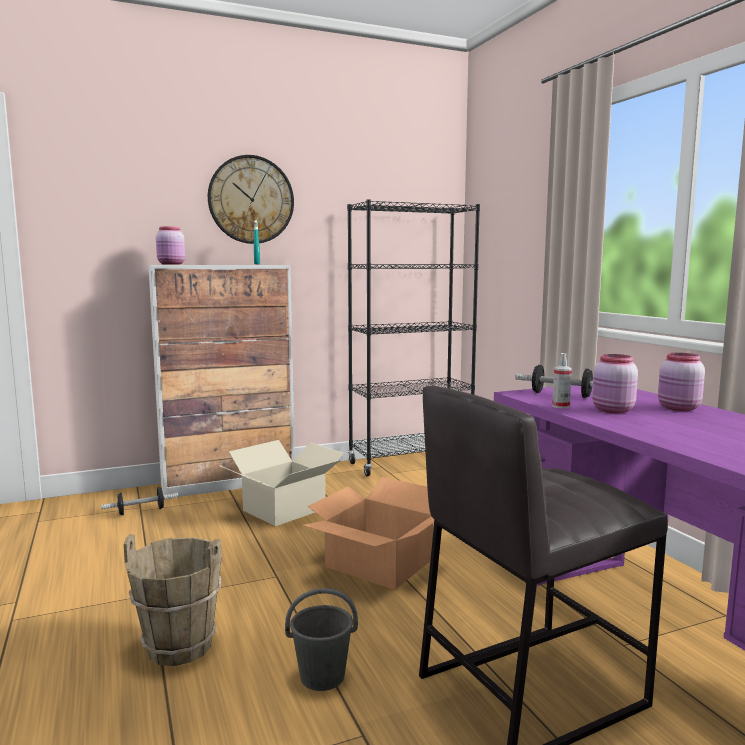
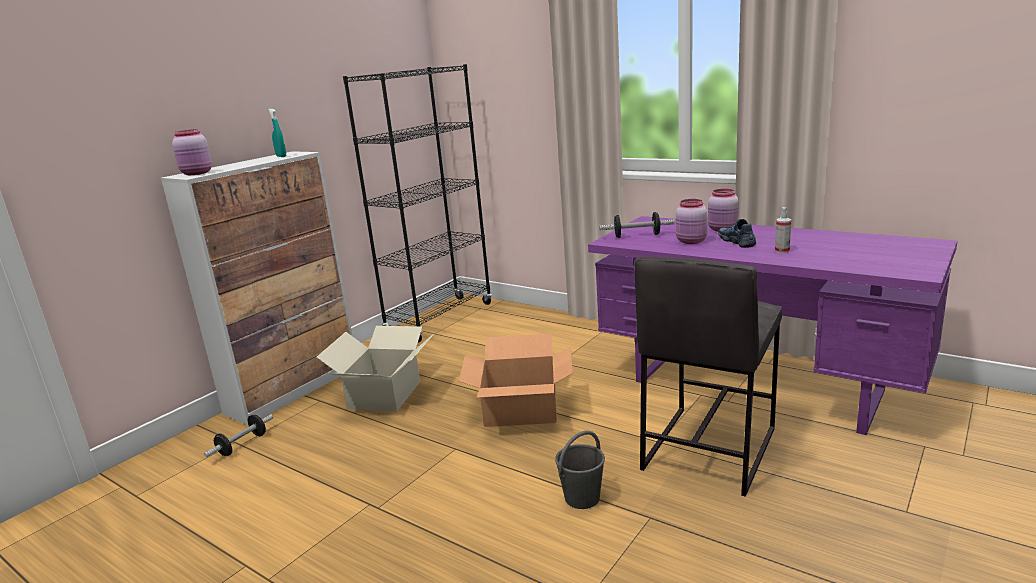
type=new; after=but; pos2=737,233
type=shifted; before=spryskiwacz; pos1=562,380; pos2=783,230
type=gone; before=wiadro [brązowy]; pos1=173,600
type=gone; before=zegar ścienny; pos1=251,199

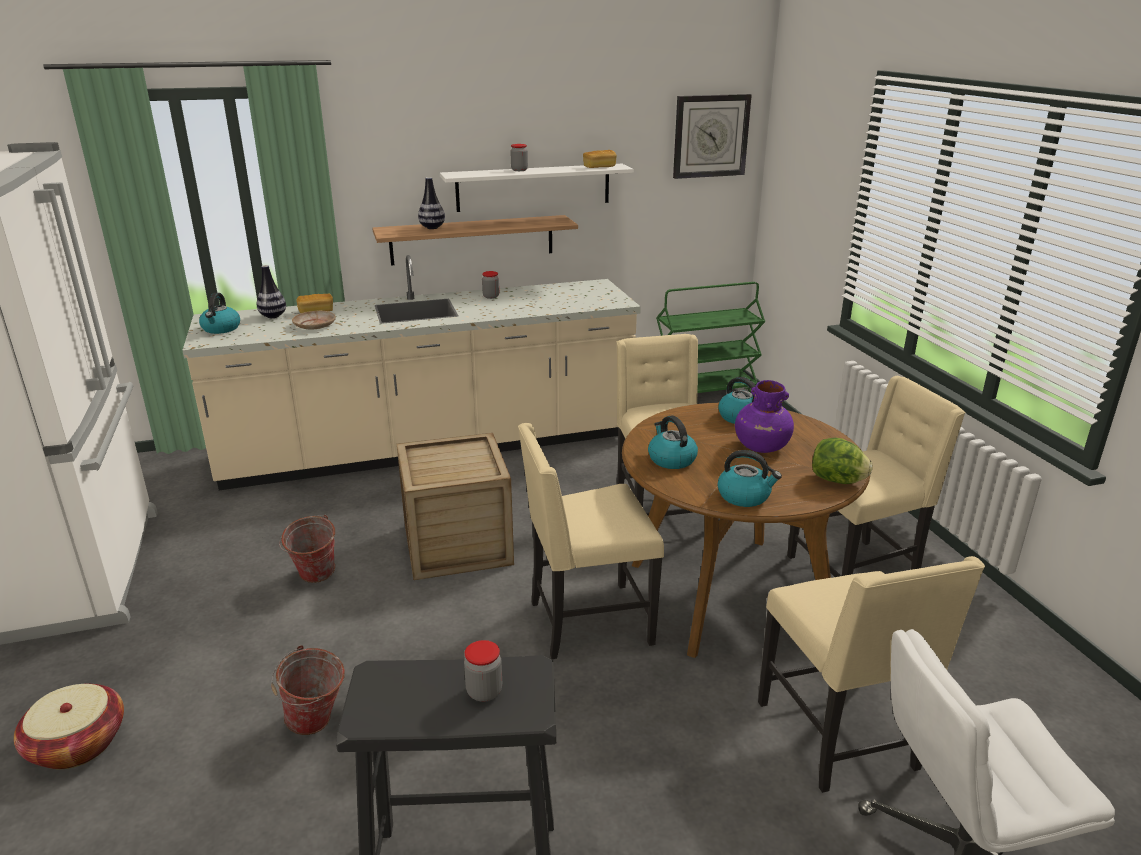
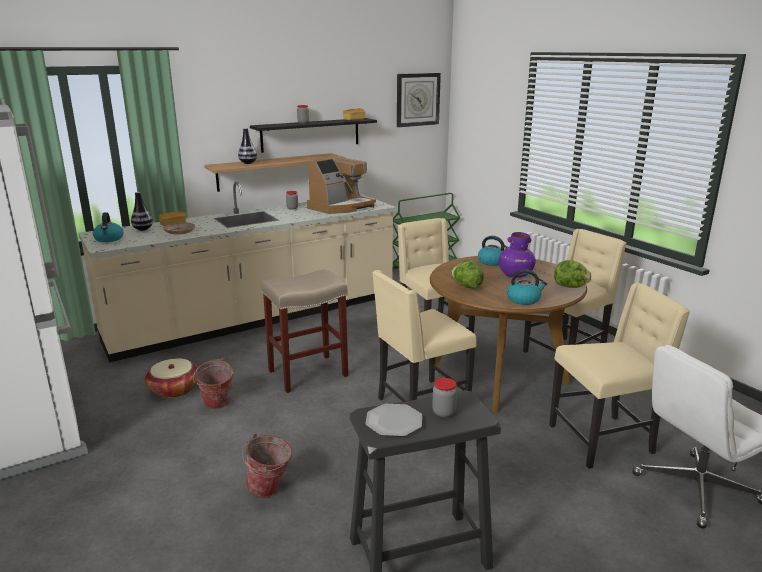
type=shifted; before=koszyk; pos1=69,726; pos2=171,378
type=repainted; before=półka [biały]; after=półka [czarny]; pos1=537,188; pos2=313,135
type=swapped; before=skrzynka; after=stołek [beżowy]; pos1=455,506; pos2=304,331
type=new; after=ekspres do kawy; pos2=341,185
type=new; after=talerz; pos2=393,420
type=swapped; before=czajnik; after=sałata; pos1=673,442; pos2=468,274
type=rotated; before=krzesło [beżowy]; pos1=871,674; pos2=619,376; turn=-75

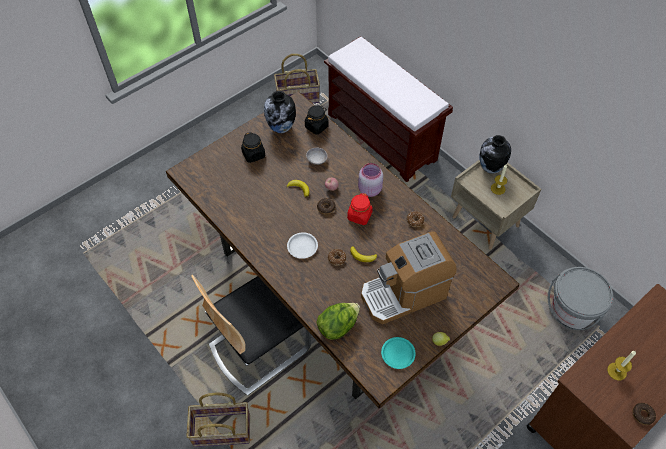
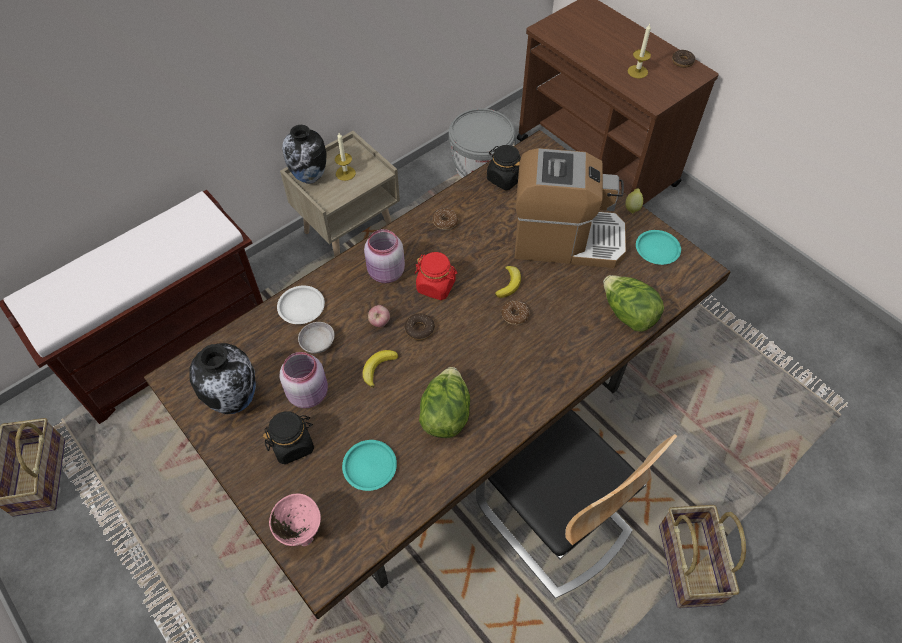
type=new; after=miska [różowy]; pos2=295,519
type=shifted; before=talerz [biały]; pos1=302,245; pos2=301,305
type=new; after=słoik [różowy]; pos2=304,380
type=new; after=talerz [turkusowy]; pos2=369,465
type=new; after=sałata; pos2=444,402
type=shifted; before=słoik [czarny]; pos1=317,120; pos2=504,167
type=rotated; before=ekspres do kawy; pos1=409,278; pos2=570,208; turn=-60

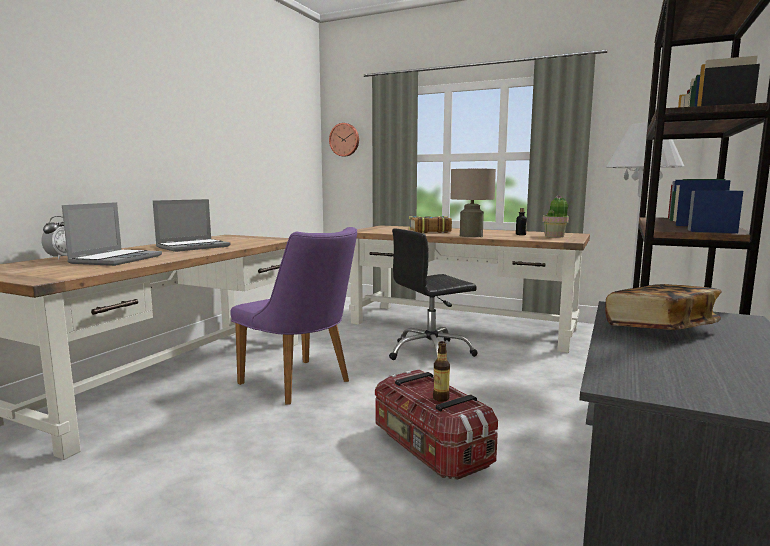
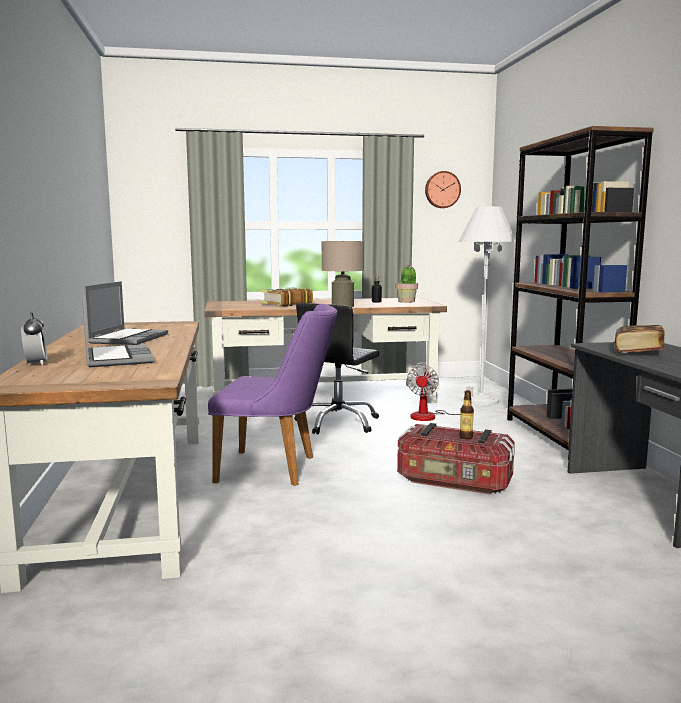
type=new; after=wentylator; pos2=440,393
type=shifted; before=zegar ścienny; pos1=344,140; pos2=443,189

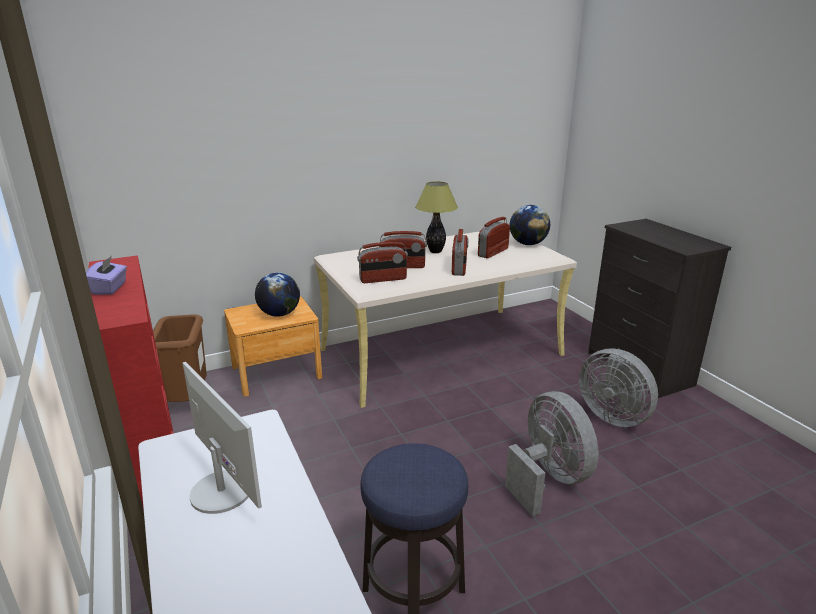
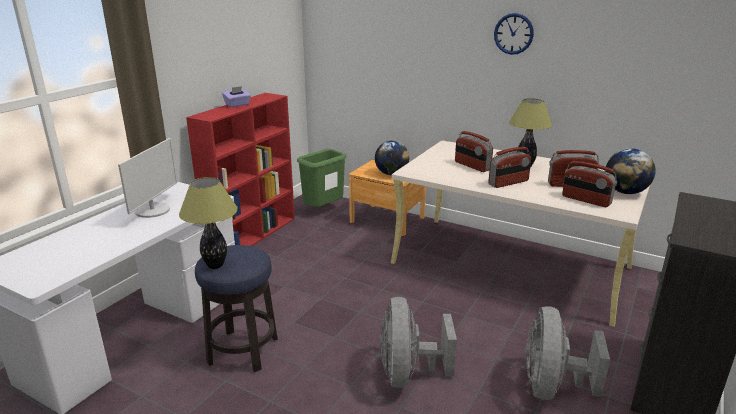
type=new; after=lampa stołowa; pos2=208,223
type=repainted; before=kosz na śmieci [brązowy]; after=kosz na śmieci [zielony]; pos1=180,358; pos2=321,178
type=rotated; before=wentylator [szary]; pos1=552,453; pos2=418,342; turn=150
type=new; after=zegar ścienny; pos2=514,34
type=shifted; before=radio; pos1=382,262; pos2=589,184

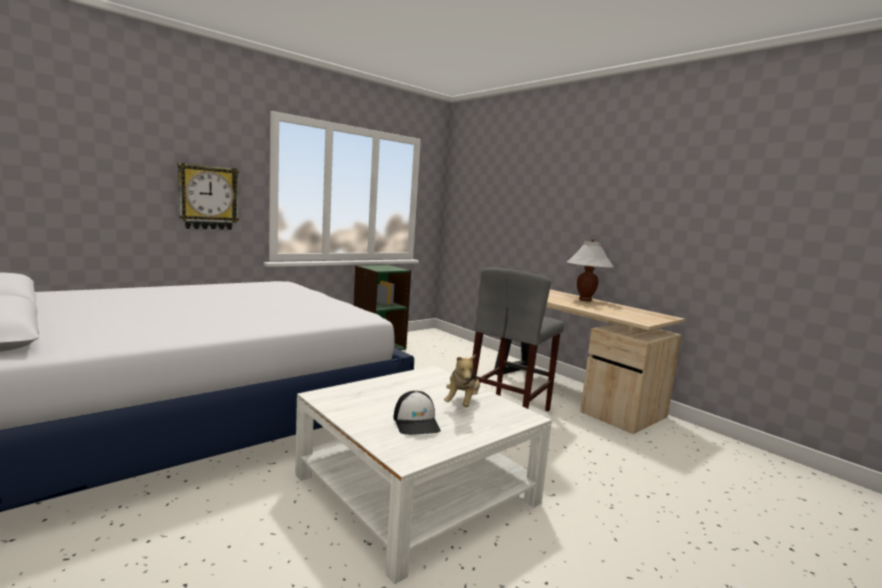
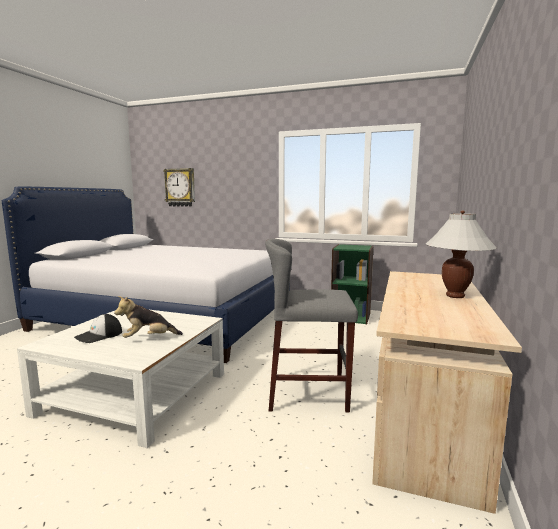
type=shifted; before=zegar ścienny; pos1=208,196; pos2=179,187

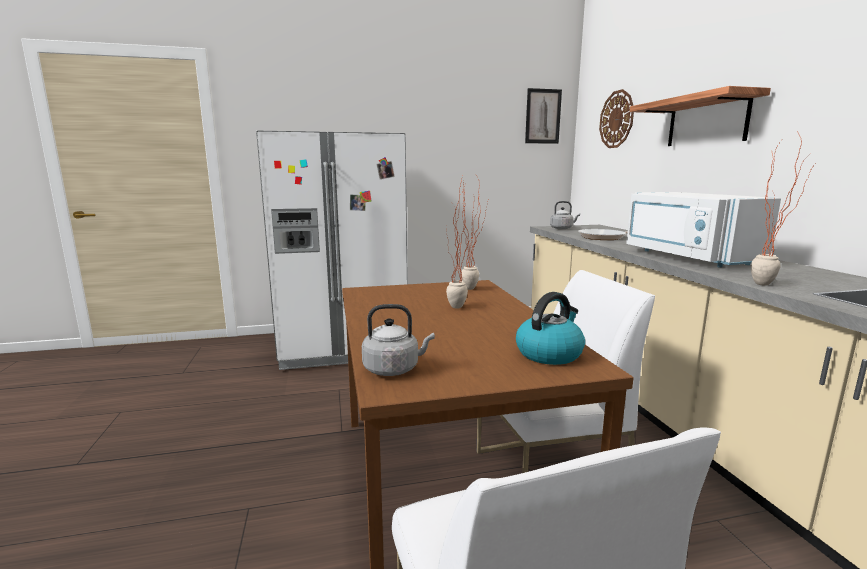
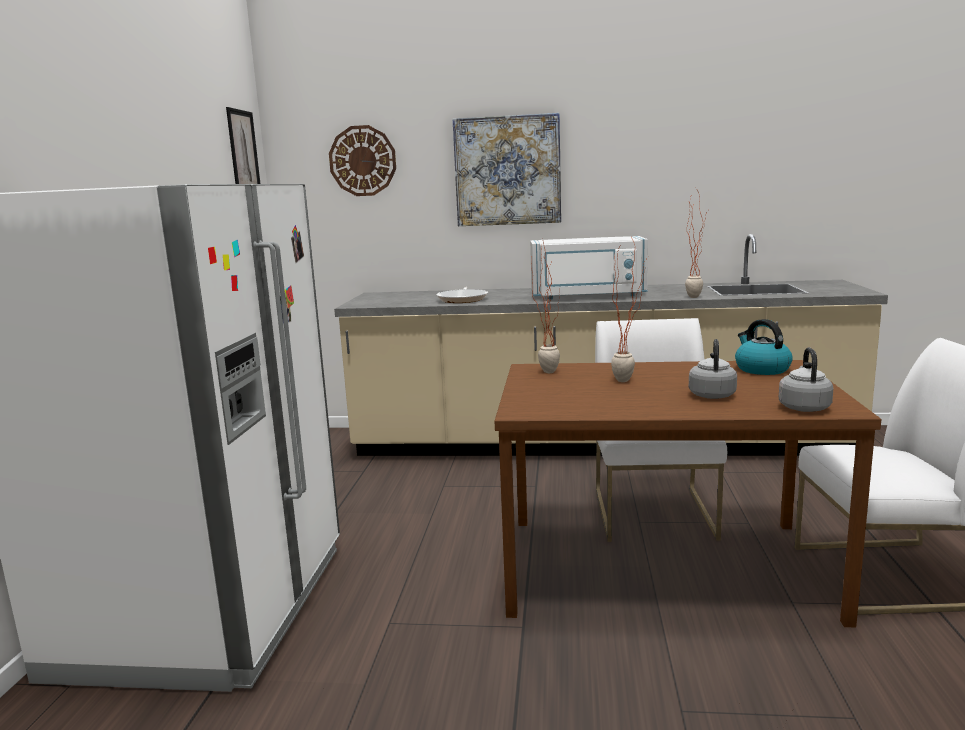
type=swapped; before=półka; after=obraz; pos1=700,116; pos2=507,169
type=shifted; before=czajnik [szary]; pos1=565,215; pos2=713,369

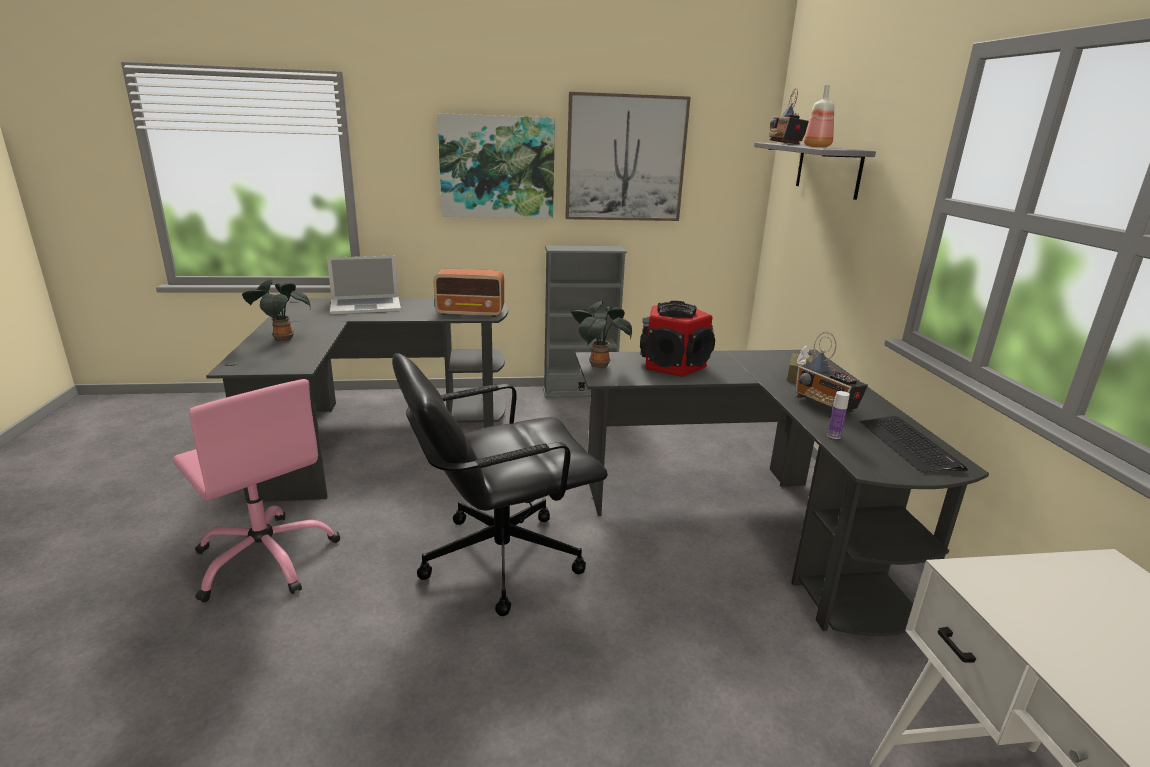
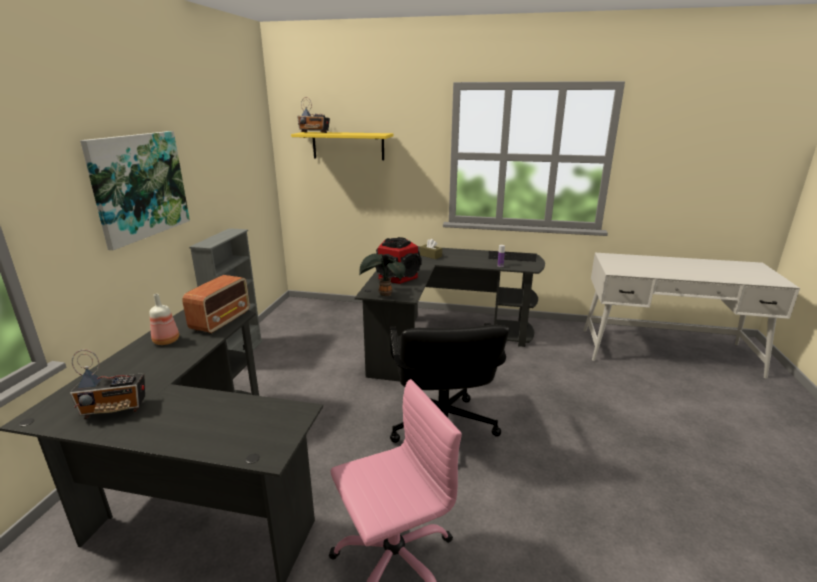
type=shifted; before=radio; pos1=831,372; pos2=107,384
type=shifted; before=butelka; pos1=819,116; pos2=164,319
type=repainted; before=półka [szary]; after=półka [żółty]; pos1=815,171; pos2=342,146
type=gone; before=roślina doniczkowa; pos1=276,310
type=gone; before=laptop; pos1=364,285
type=gone; before=obraz; pos1=628,156

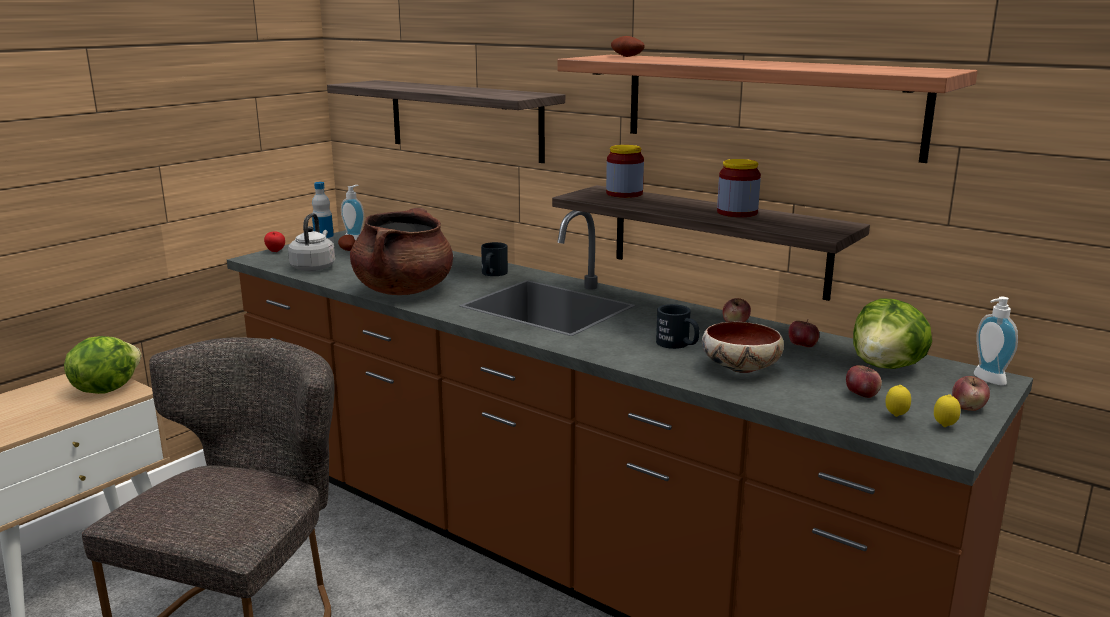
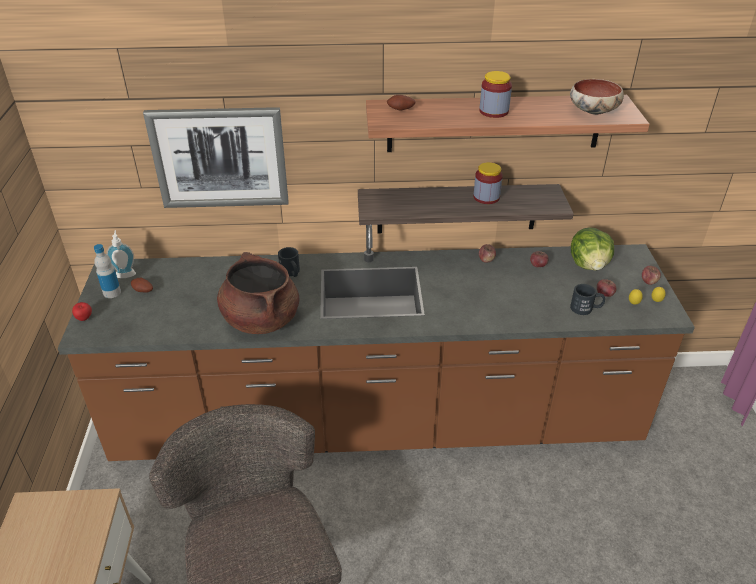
type=swapped; before=półka; after=obraz; pos1=446,121; pos2=216,157
type=shifted; before=słoik; pos1=625,171; pos2=495,94
type=shifted; before=miska; pos1=743,347; pos2=597,97
type=shifted; before=kubek [czarny]; pos1=677,326; pos2=587,299
type=gone; before=sałata; pos1=102,365
type=gone; before=czajnik [szary]; pos1=311,242
type=gone; before=dozownik mydła; pos1=996,341

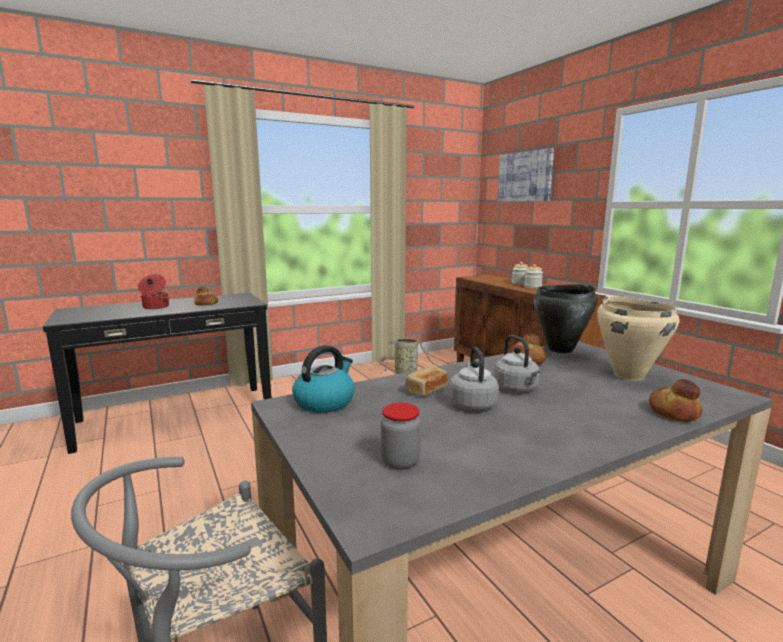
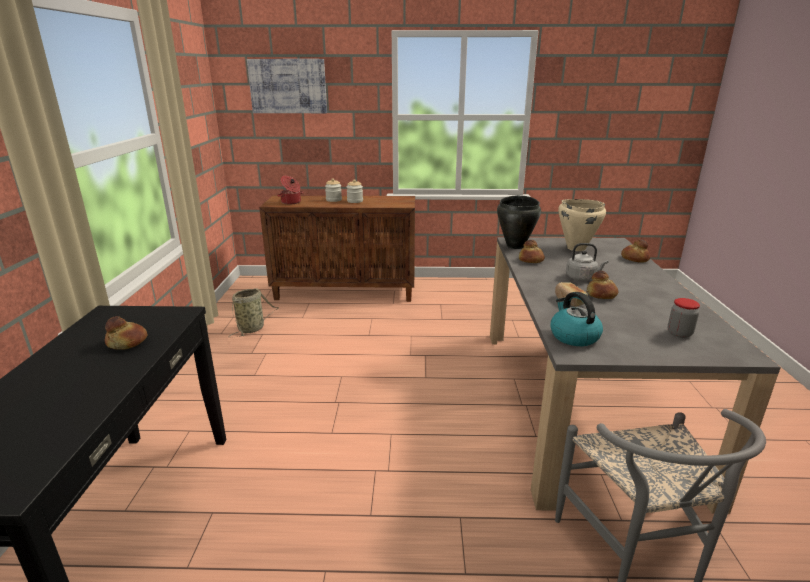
type=shifted; before=garnek; pos1=153,291; pos2=290,190
type=swapped; before=czajnik [szary]; after=chleb; pos1=474,379; pos2=602,285

